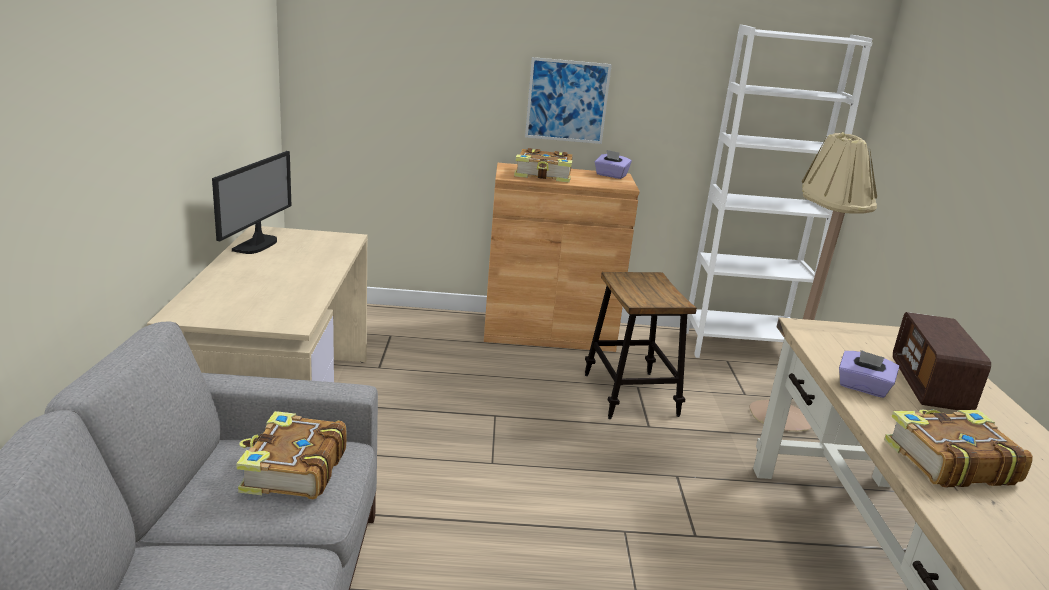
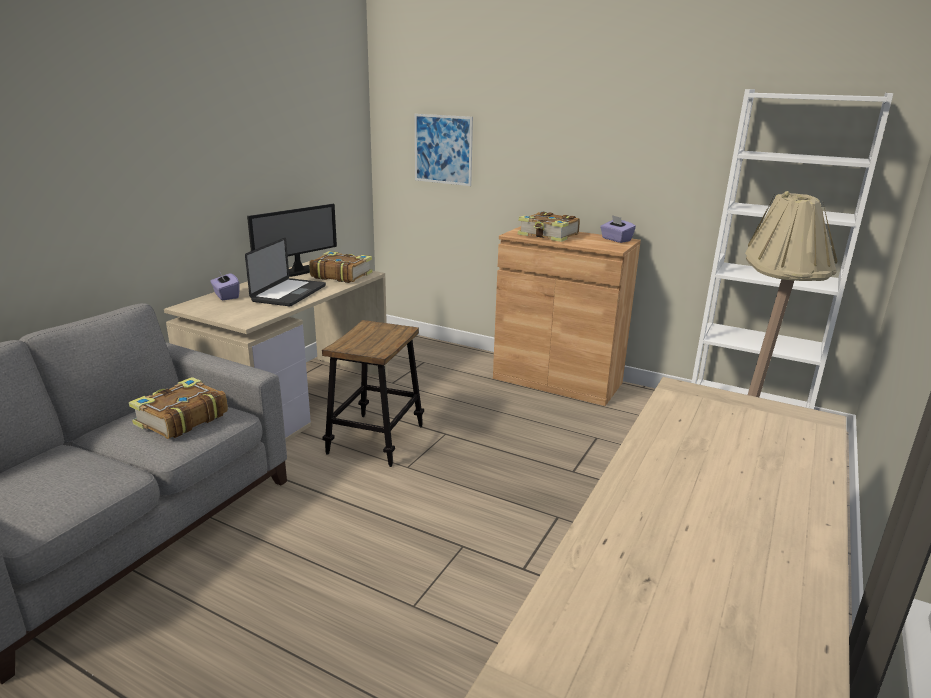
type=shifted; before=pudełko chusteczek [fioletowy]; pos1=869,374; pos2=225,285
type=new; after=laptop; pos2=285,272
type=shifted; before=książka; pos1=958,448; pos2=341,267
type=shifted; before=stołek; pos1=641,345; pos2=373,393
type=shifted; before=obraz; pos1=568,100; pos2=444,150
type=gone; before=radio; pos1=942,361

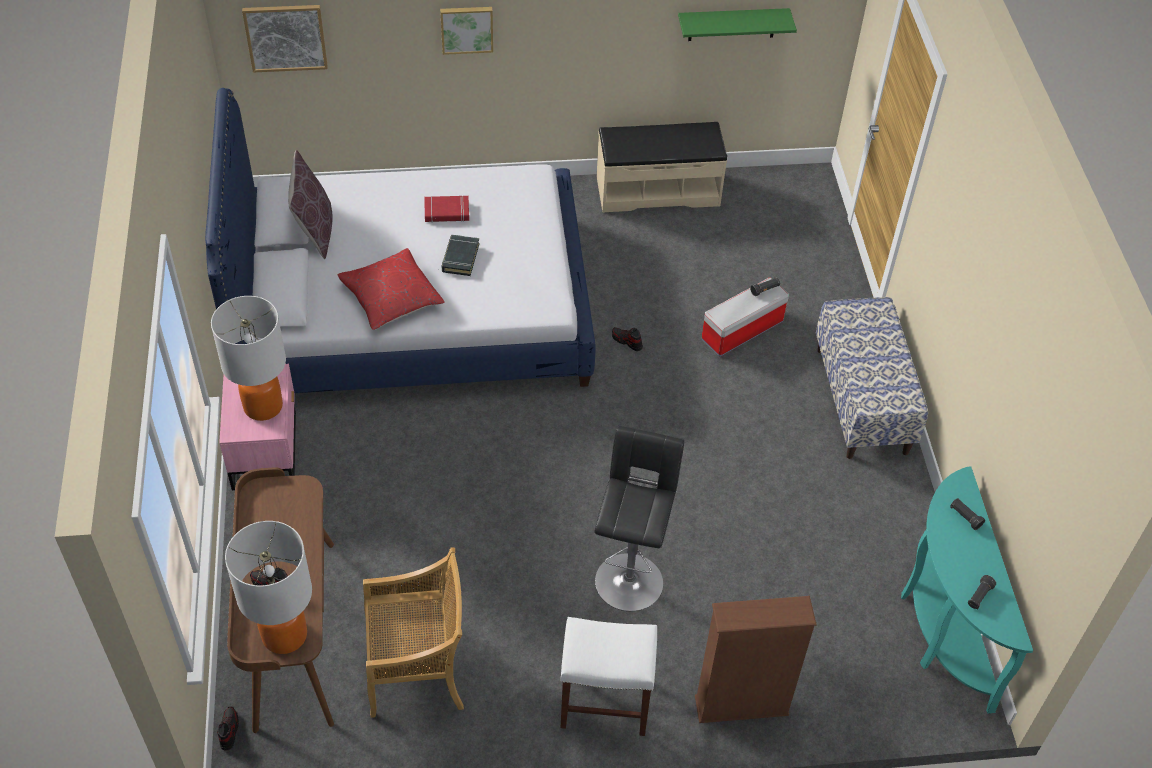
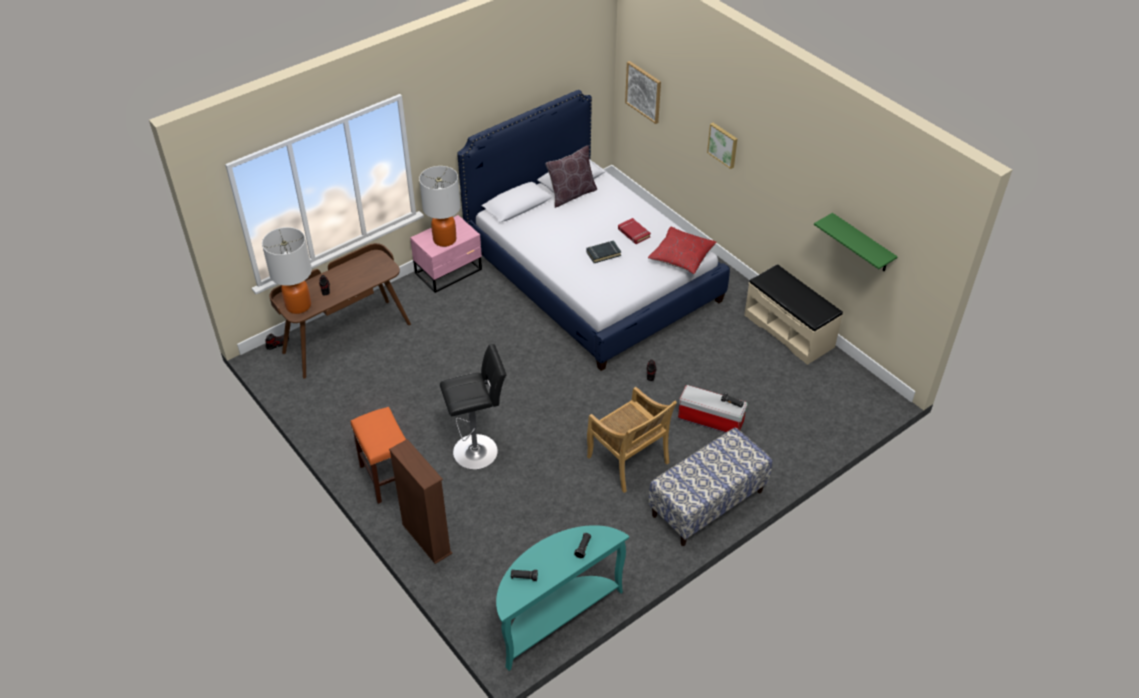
type=repainted; before=stołek [biały]; after=stołek [pomarańczowy]; pos1=608,676; pos2=378,455
type=shifted; before=krzesło [beżowy]; pos1=413,632; pos2=632,440
type=shifted; before=poduszka [czerwony]; pos1=391,289; pos2=682,250

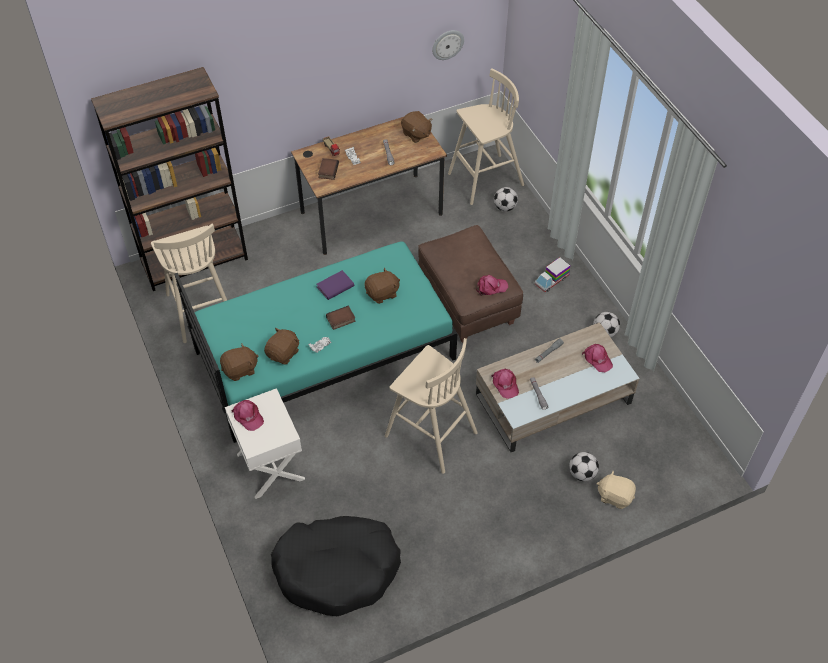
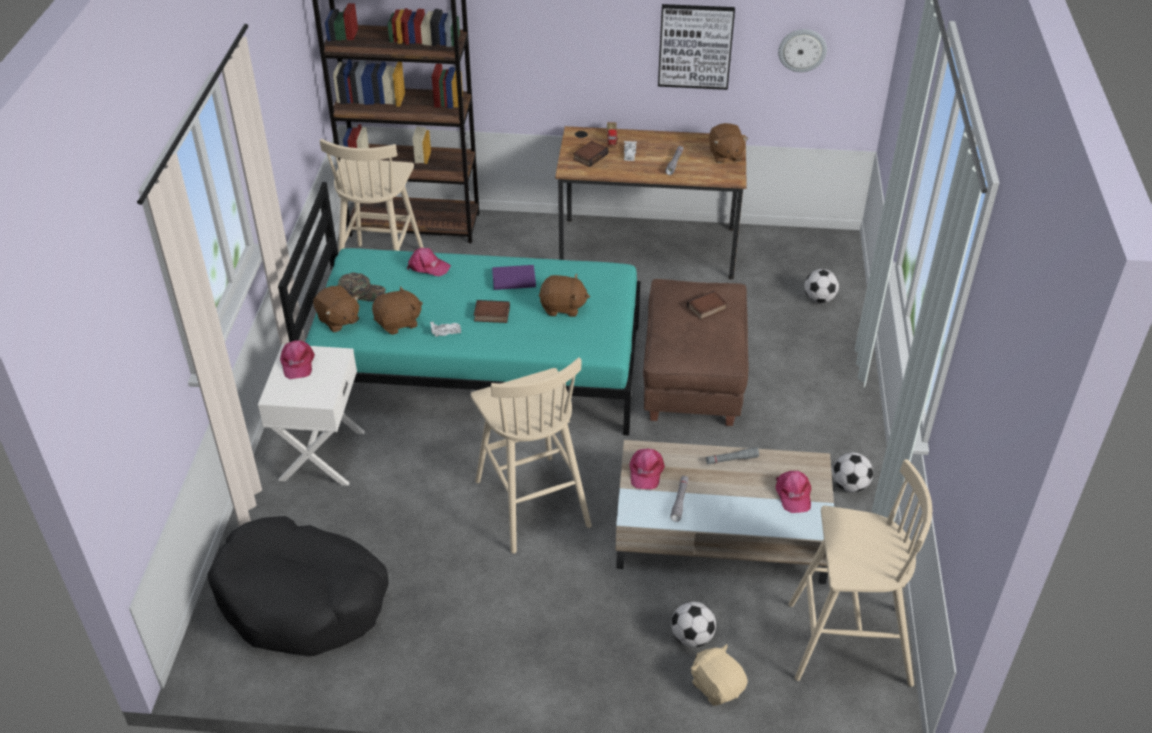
type=rotated; before=pluszak [brązowy]; pos1=239,362; pos2=336,308; turn=45
type=new; after=czapka z daszkiem [zielony]; pos2=362,287
type=shifted; before=czapka z daszkiem [różowy]; pos1=492,285; pos2=429,262
type=new; after=obraz; pos2=696,47
type=new; after=książka; pos2=707,305
type=shifted; before=stołek [beżowy]; pos1=486,136; pos2=860,573
type=gone; before=ciężarówka zabawkowa; pos1=552,274

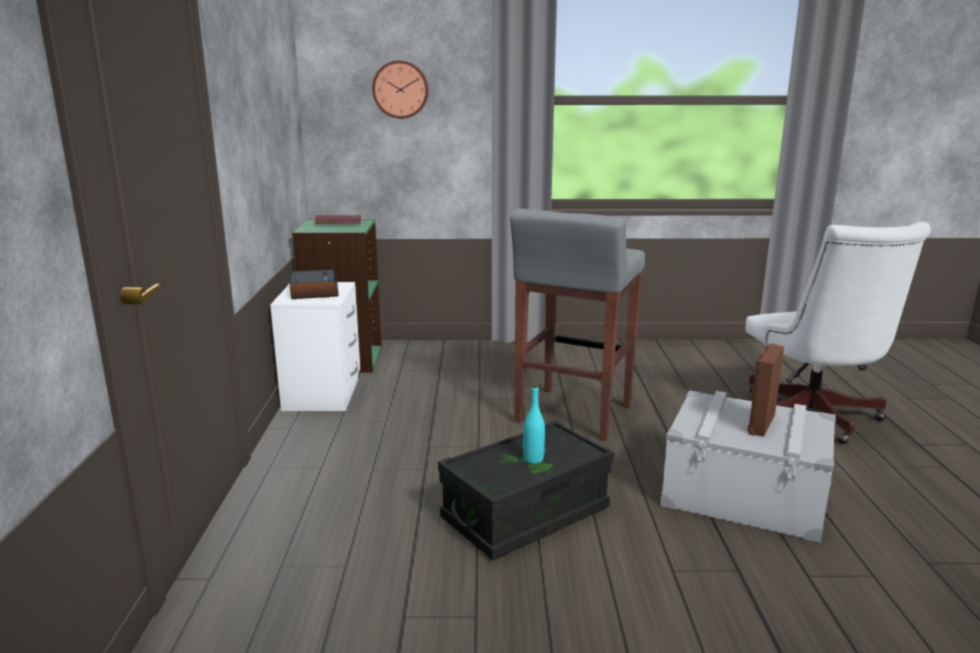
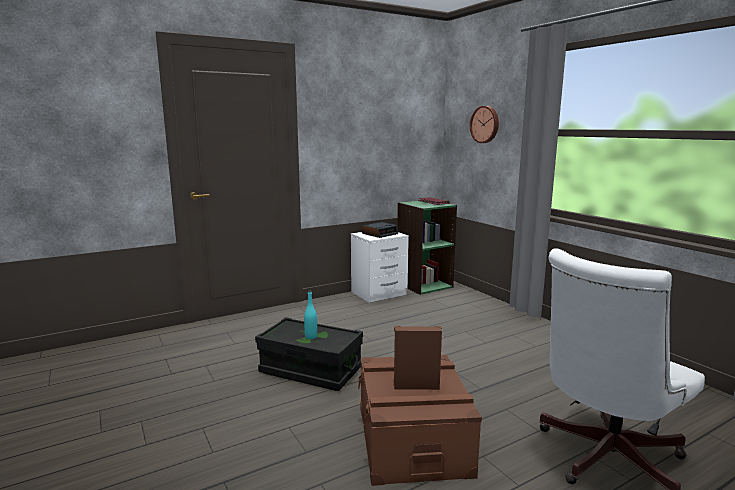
type=repainted; before=pojemnik do przechowywania [szary]; after=pojemnik do przechowywania [brązowy]; pos1=748,467; pos2=420,420
type=gone; before=stołek [szary]; pos1=577,325

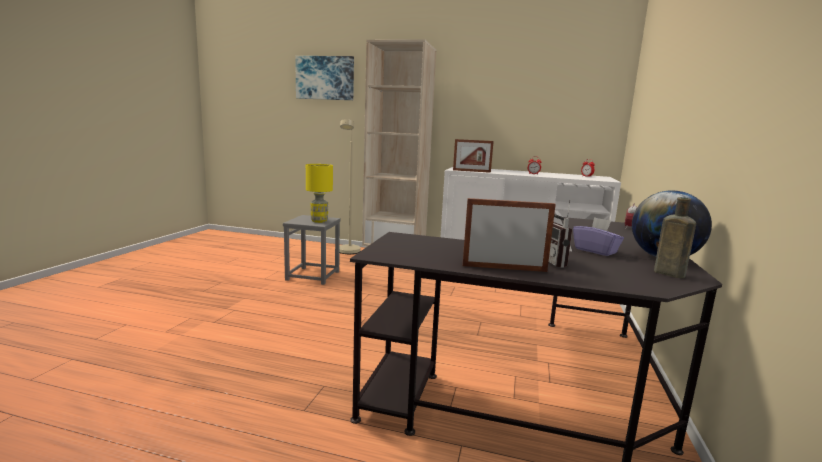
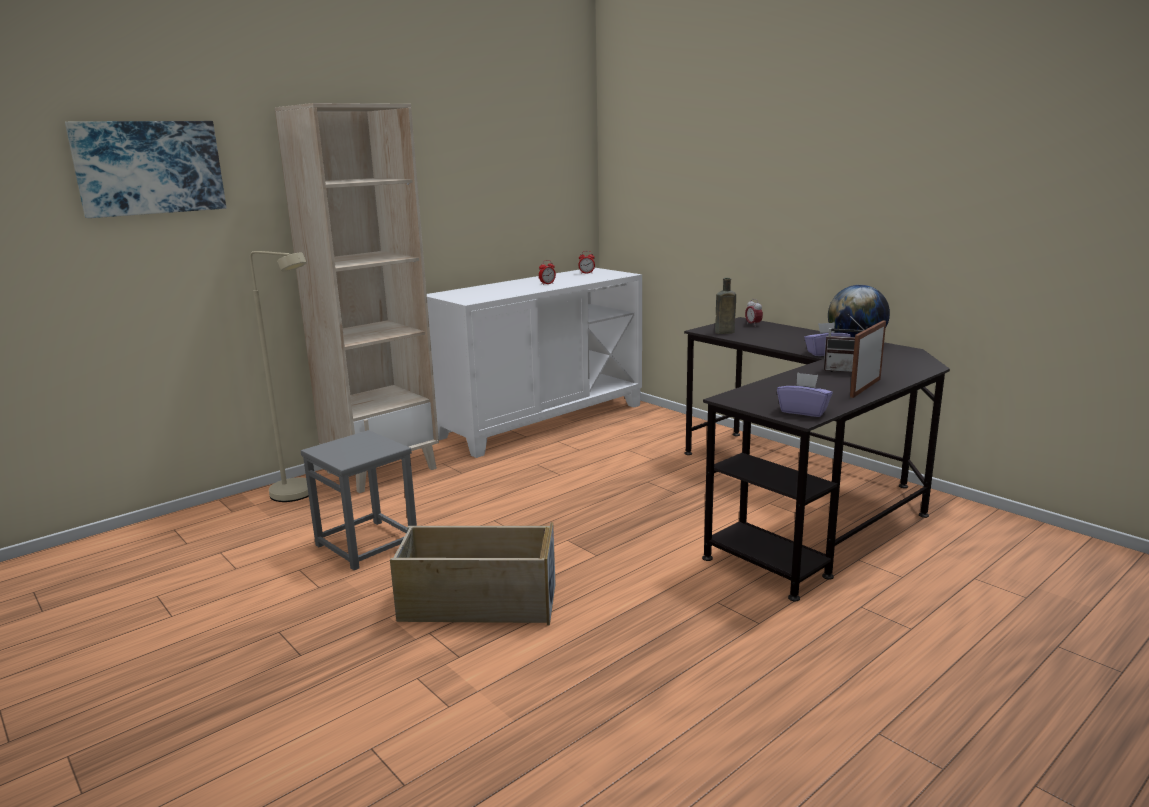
type=new; after=pojemnik do przechowywania [beżowy]; pos2=473,574
type=shifted; before=butelka [brązowy]; pos1=675,237; pos2=725,306
type=new; after=pudełko chusteczek [fioletowy]; pos2=805,394
type=gone; before=lampa stołowa [żółty]; pos1=319,193
type=gone; before=ramka na zdjęcie; pos1=473,156

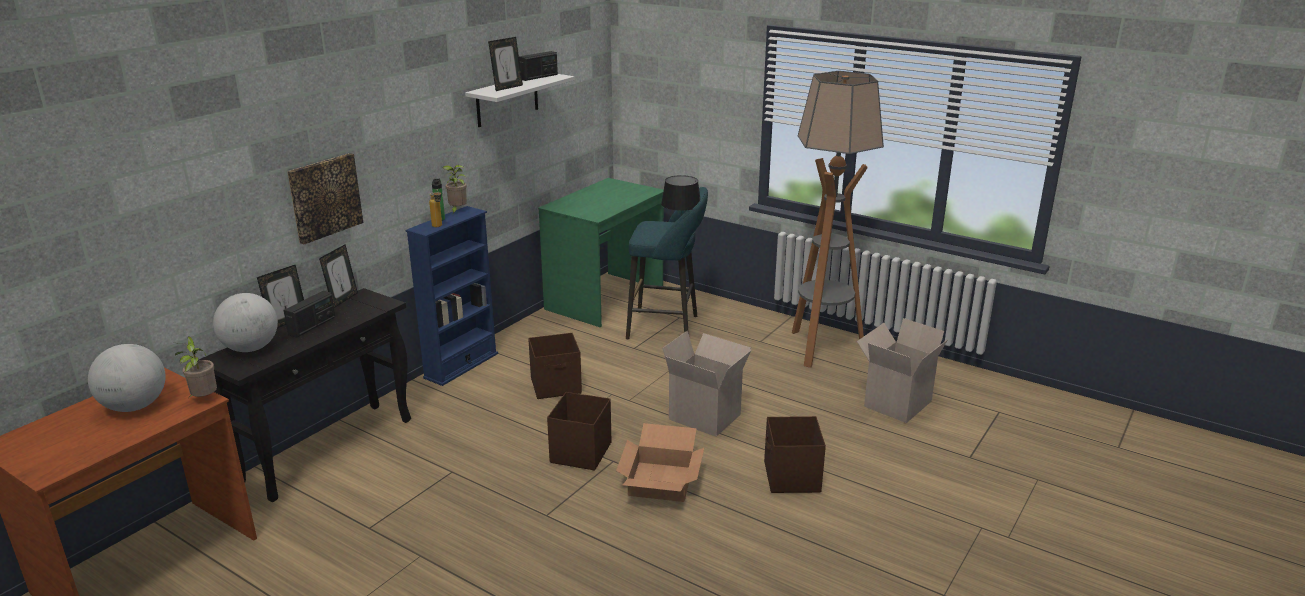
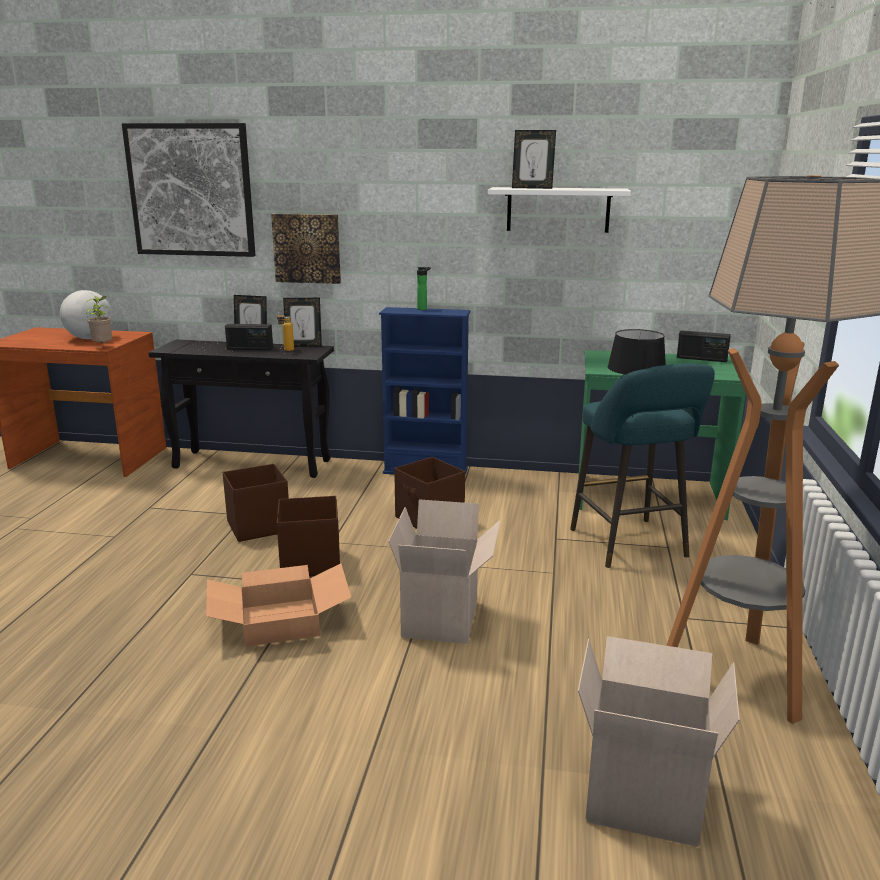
type=new; after=obraz; pos2=189,190
type=shifted; before=pojemnik do przechowywania [brązowy]; pos1=795,454; pos2=256,503
type=shifted; before=butelka; pos1=435,208; pos2=285,331
type=shifted; before=radio; pos1=538,66; pos2=704,346
type=gone; before=globus; pos1=245,322
type=gone; before=roślina doniczkowa; pos1=454,189

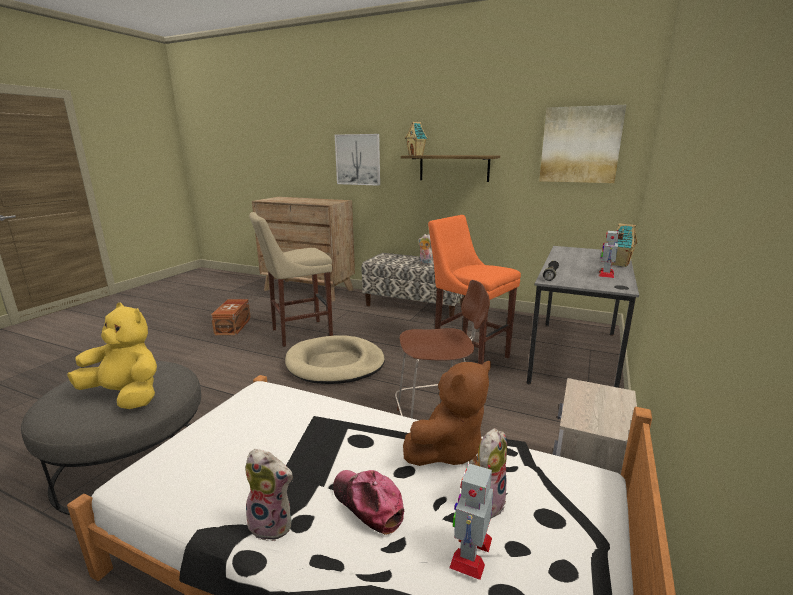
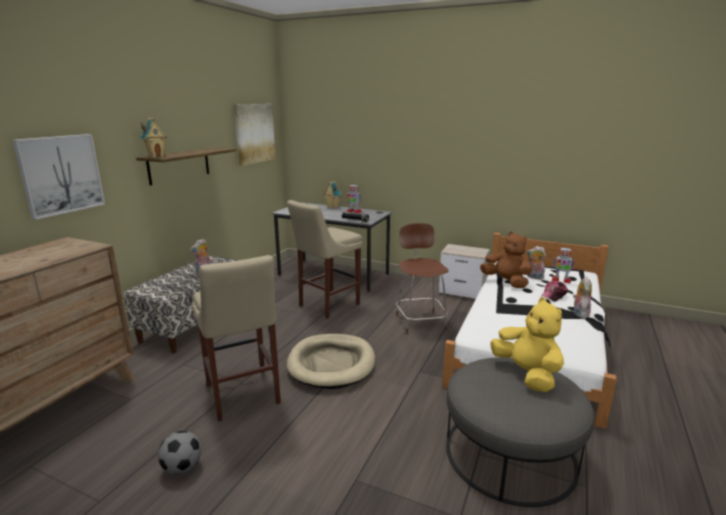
type=swapped; before=pojemnik do przechowywania [brązowy]; after=piłka futbolowa; pos1=231,317; pos2=179,453
type=repainted; before=stołek [pomarańczowy]; after=stołek [beżowy]; pos1=474,289; pos2=325,259
type=rotated; before=pluszak [żółty]; pos1=112,355; pos2=527,344; turn=135

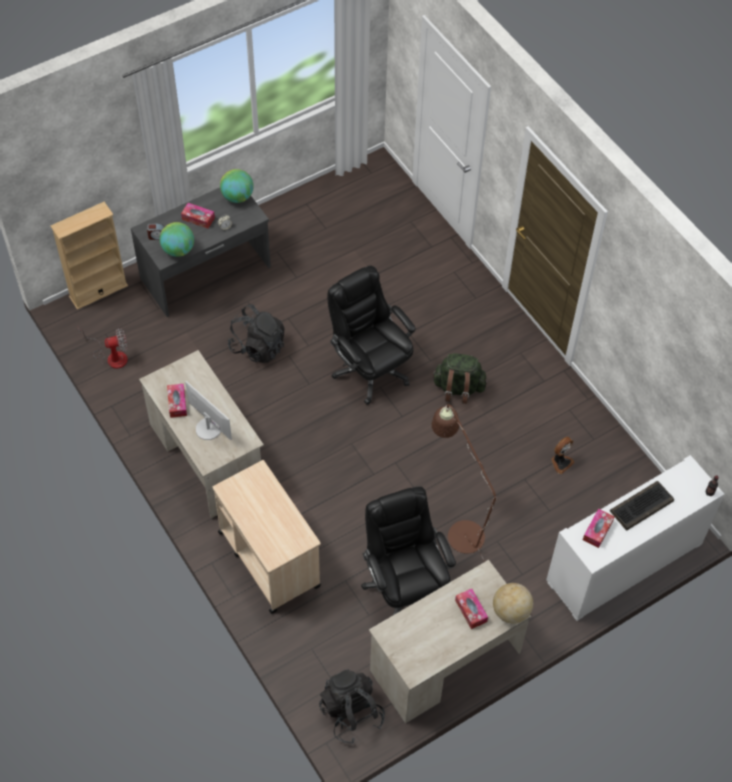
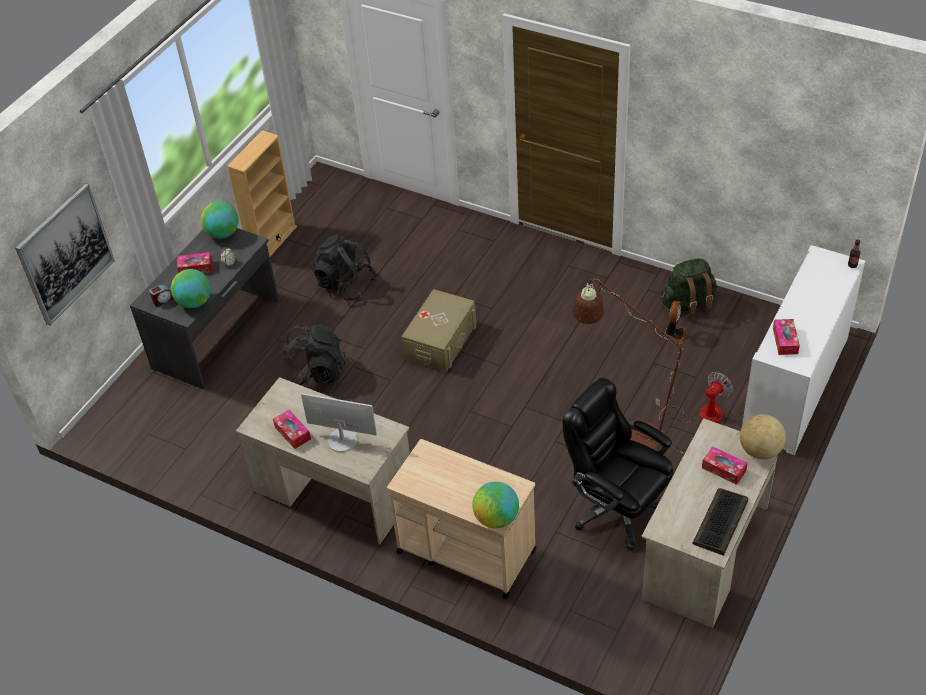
type=new; after=obraz; pos2=65,254
type=shifted; before=regał [beżowy]; pos1=89,256; pos2=262,193
type=shifted; before=plecak [czarny]; pos1=352,706; pos2=345,267
type=swapped; before=krzesło biurowe [czarny]; after=pojemnik do przechowywania [beżowy]; pos1=372,335; pos2=439,330
type=new; after=globus; pos2=495,505
type=shifted; before=wentylator; pos1=103,348; pos2=694,398
type=shifted; before=plecak [zielony]; pos1=459,378; pos2=689,288
type=shifted; before=klawiatura; pos1=642,506; pos2=720,522

